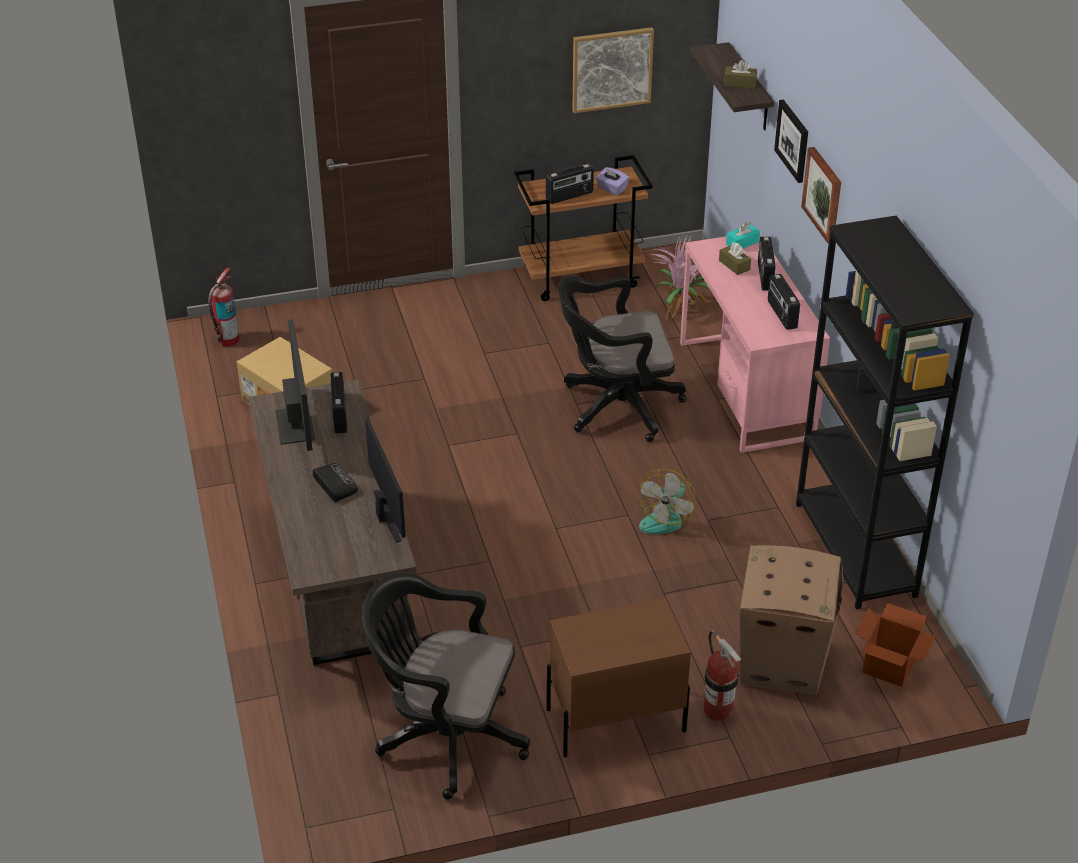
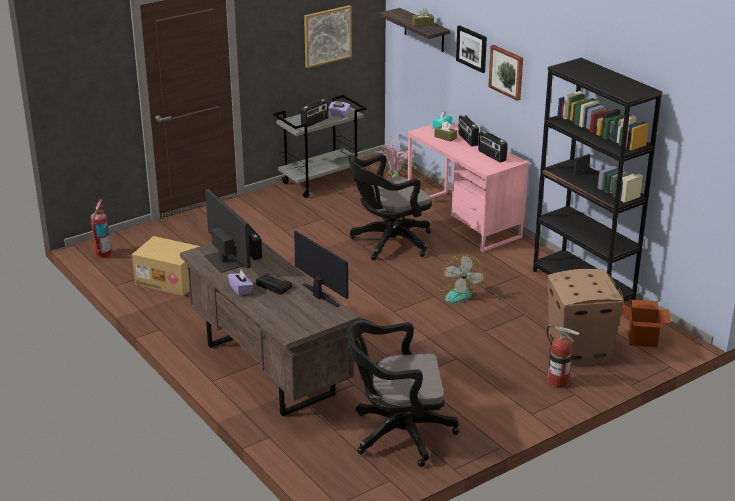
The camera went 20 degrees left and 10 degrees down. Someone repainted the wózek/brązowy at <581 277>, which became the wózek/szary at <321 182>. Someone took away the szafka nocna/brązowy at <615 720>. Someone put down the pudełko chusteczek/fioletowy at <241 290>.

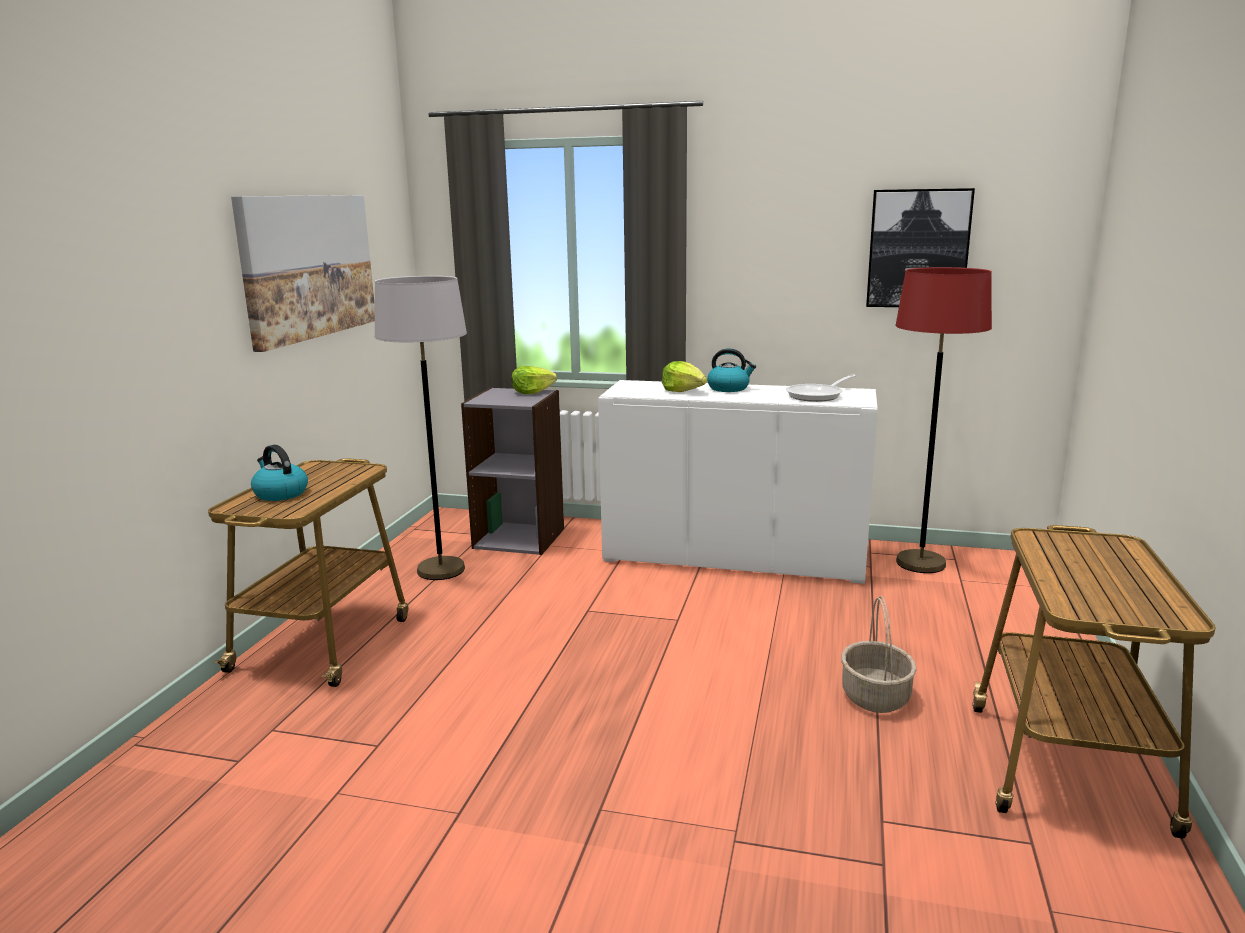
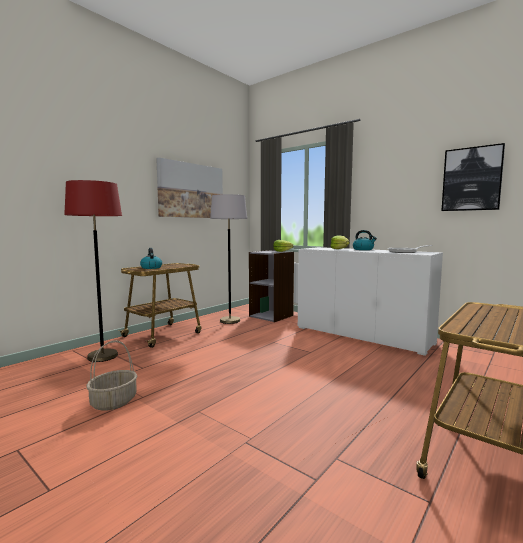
The camera went 25 degrees right and 10 degrees down. Someone carried the koszyk from <876 697> to <113 402>. Someone carried the lampa stojąca/czerwony from <920 563> to <102 356>.

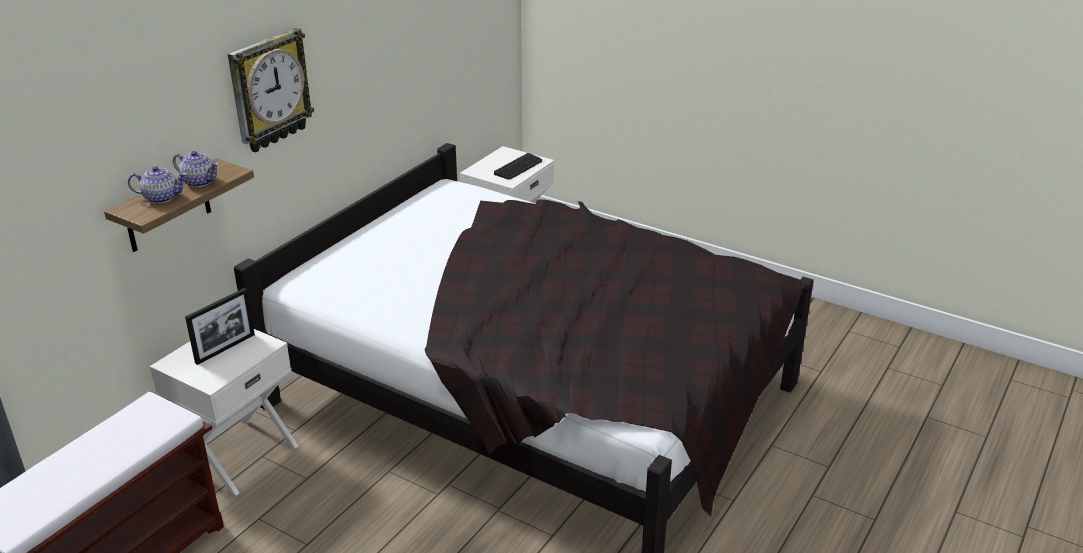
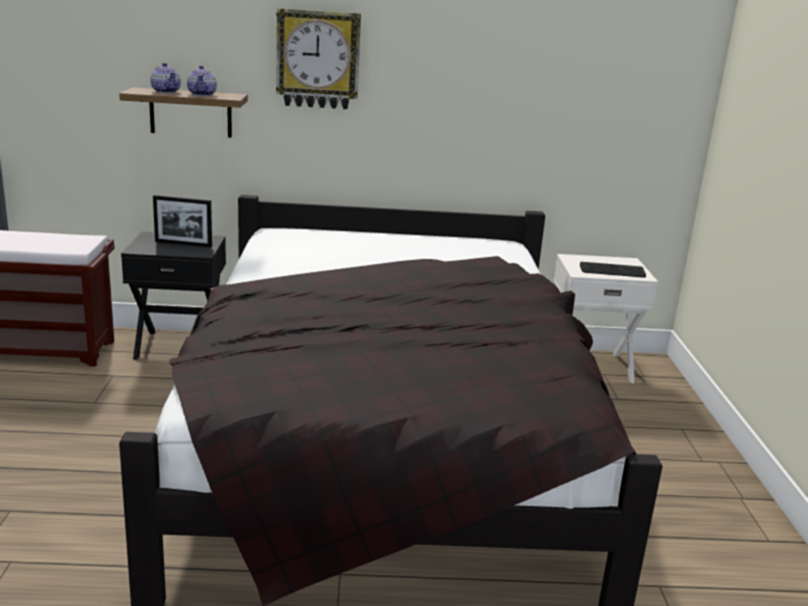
The camera went 55 degrees right and 10 degrees down. Someone repainted the szafka nocna/biały at <238 455>, which became the szafka nocna/czarny at <180 346>.

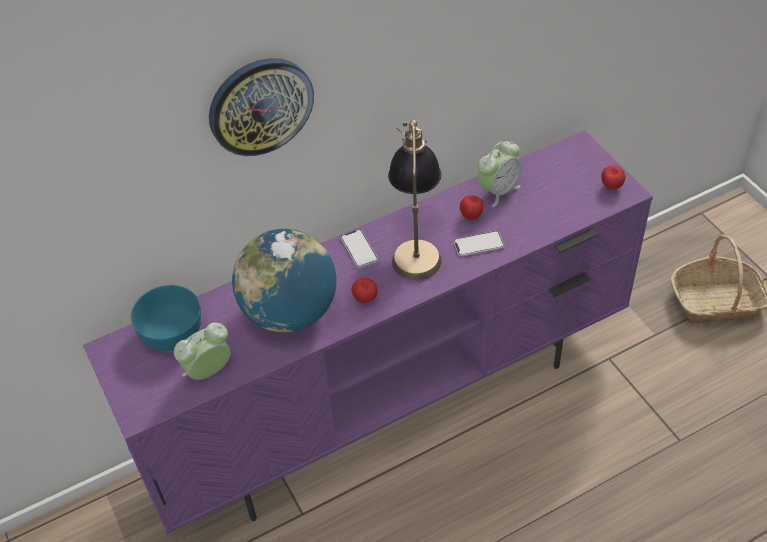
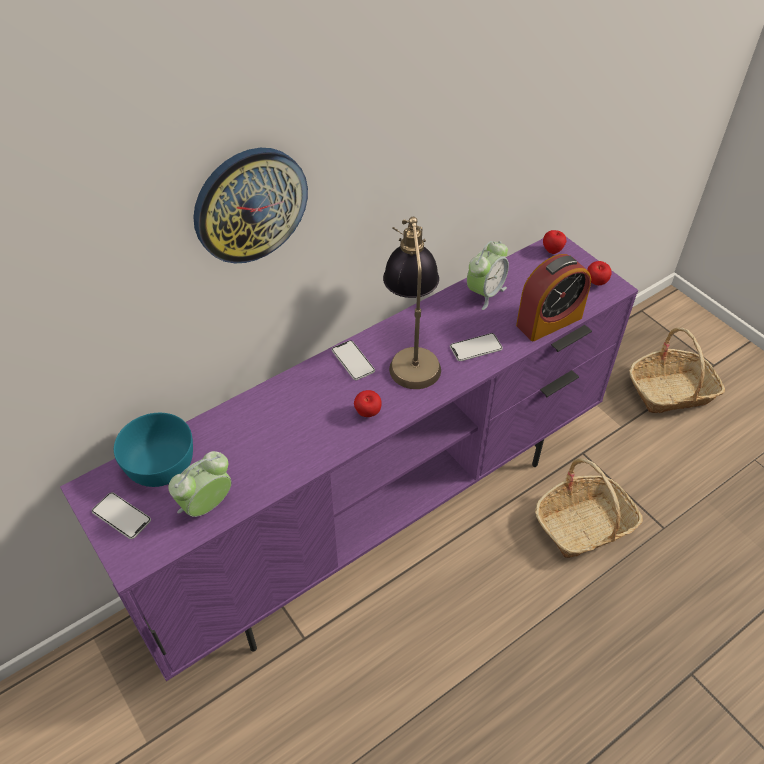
The camera went 10 degrees left and 0 degrees up. Someone took away the globus at <290 313>. Someone carried the jabłko from <471 216> to <552 251>. Someone put down the telefon at <121 516>. Someone put down the budzik at <549 321>. Someone put down the koszyk at <584 525>.

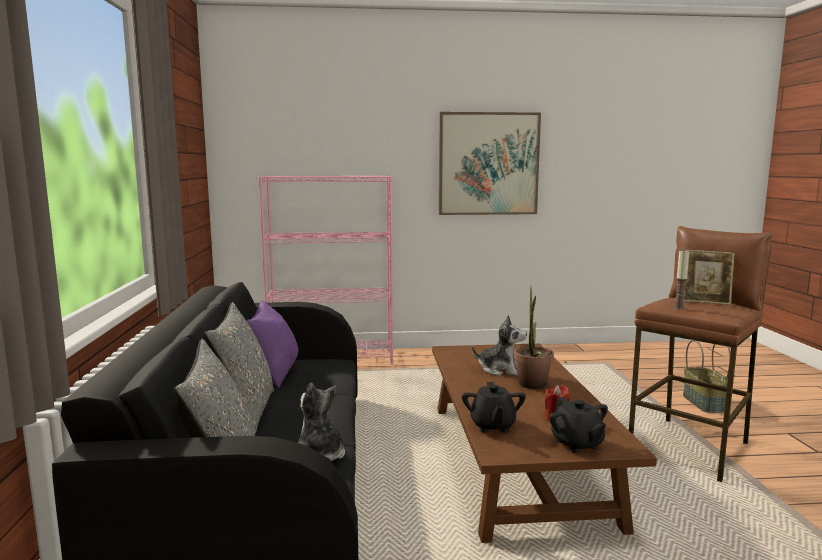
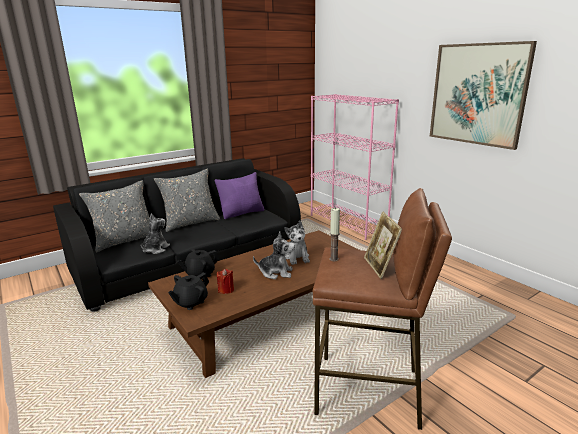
The camera went 60 degrees right and 10 degrees up. Someone swapped the roślina doniczkowa at <532 386> for the pluszak at <276 272>. Someone took away the koszyk at <705 403>.

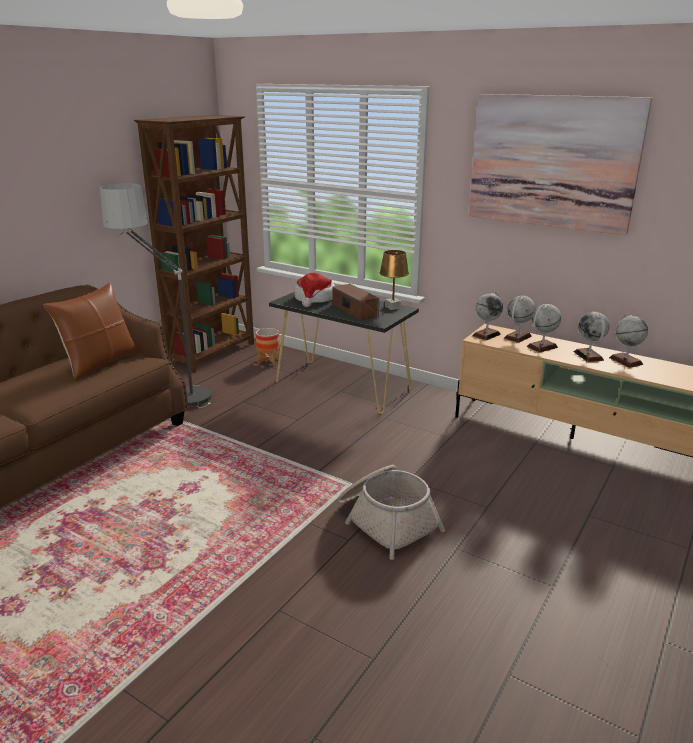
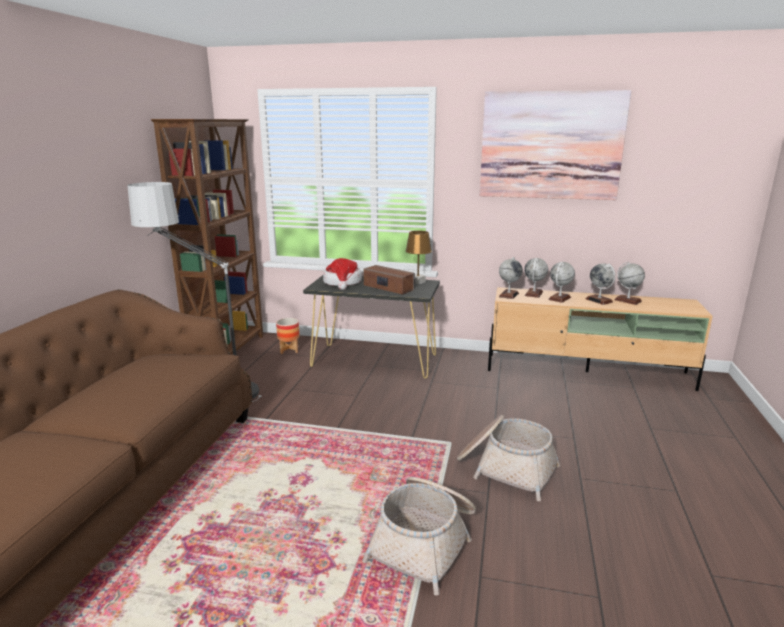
The camera went 20 degrees left and 5 degrees down. Someone took away the poduszka/brązowy at <99 363>. Someone put down the koszyk at <425 542>.

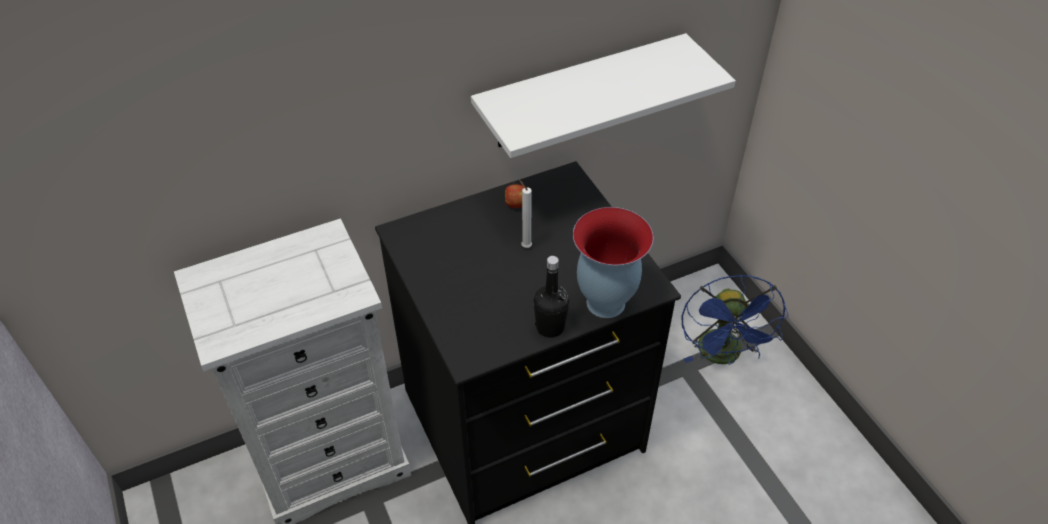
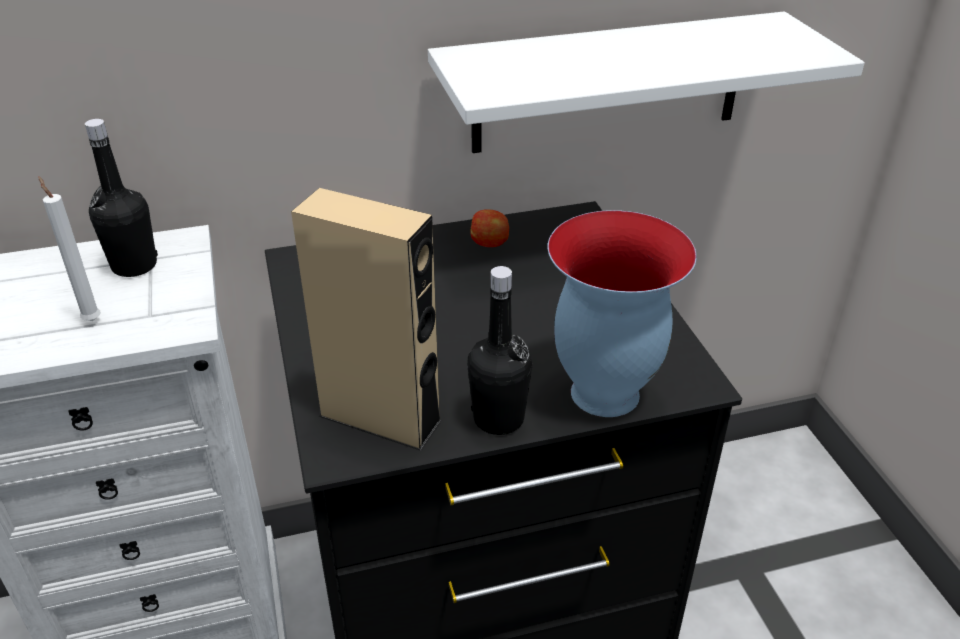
The camera went 10 degrees right and 10 degrees down. Someone carried the świeca/biały from <525 246> to <91 319>. Someone took away the wentylator/niebieski at <723 356>. Someone put down the butelka/czarny at <134 265>. Someone put down the głośnik/beżowy at <380 418>.

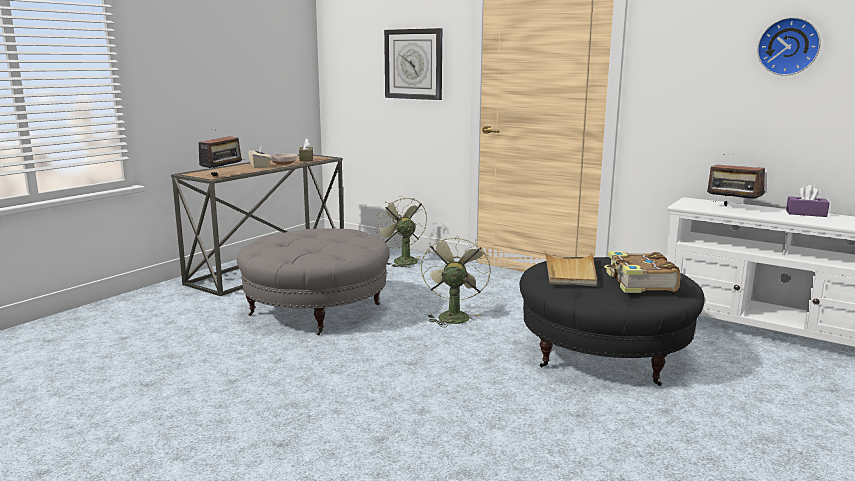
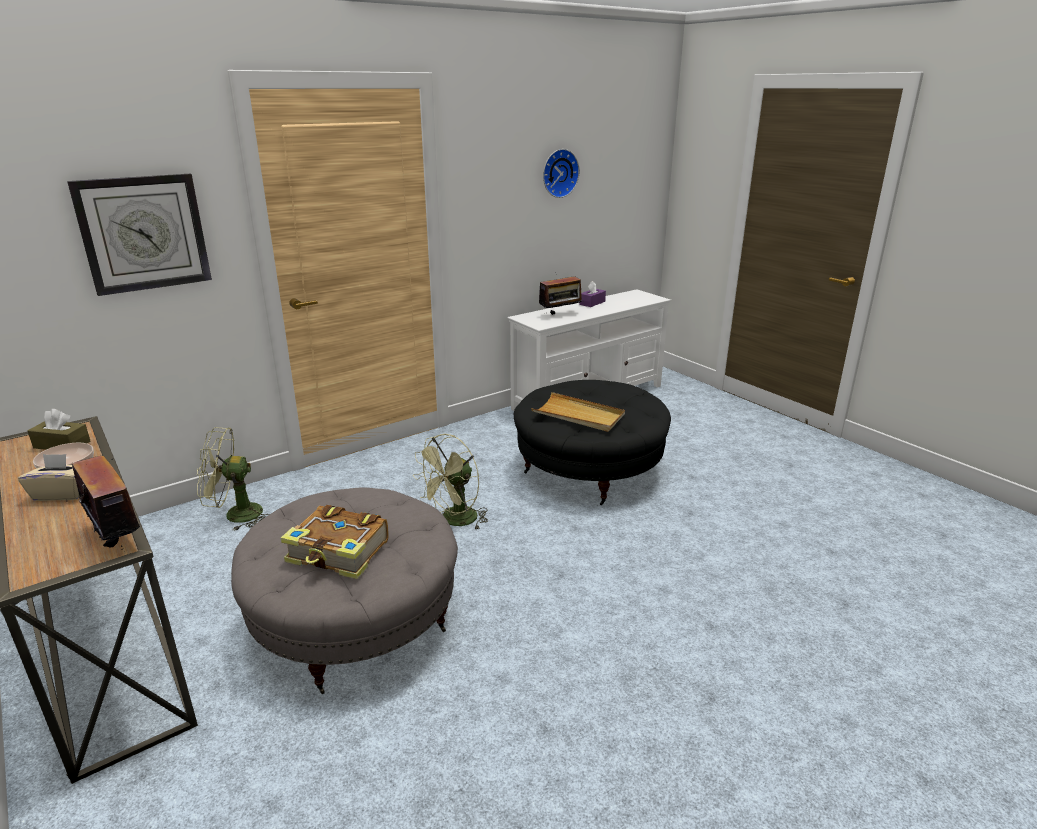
The camera went 70 degrees left and 10 degrees up. Someone rotated the wentylator/zielony at <453 315> by 75 degrees counterclockwise. Someone carried the książka from <639 283> to <339 553>.

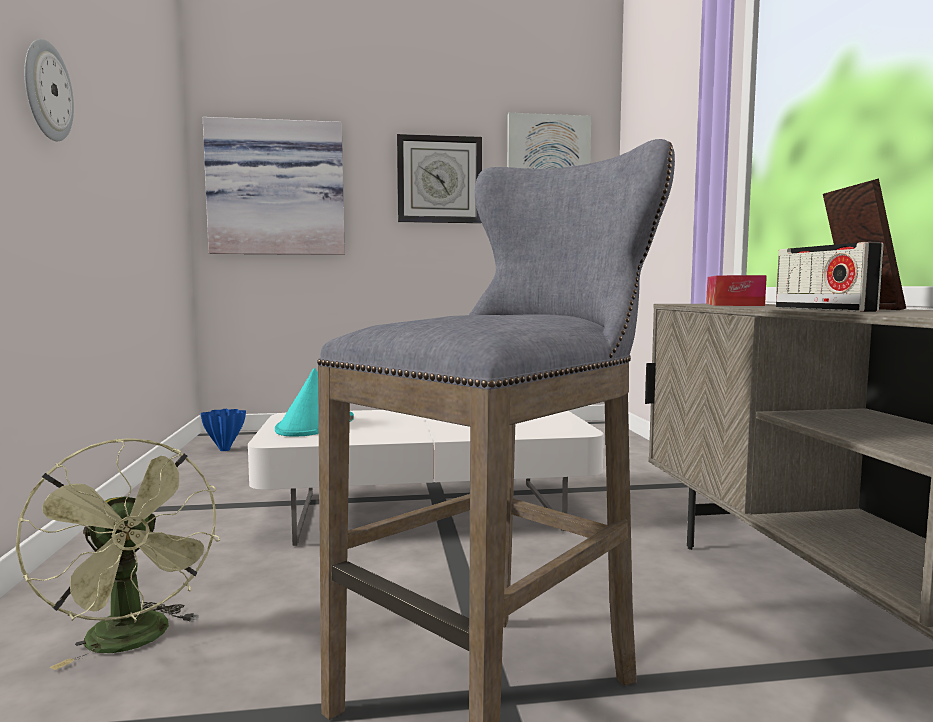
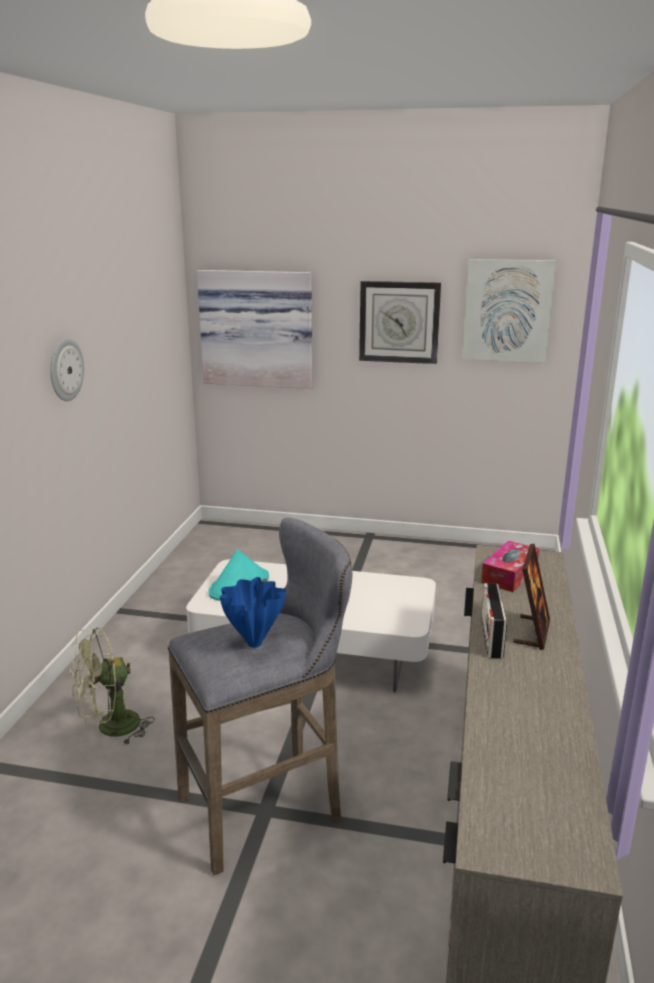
The camera went 20 degrees right and 15 degrees up. Someone rotated the wentylator/zielony at <134 641> by 75 degrees clockwise. Someone carried the wazon/niebieski from <225 449> to <254 643>.

